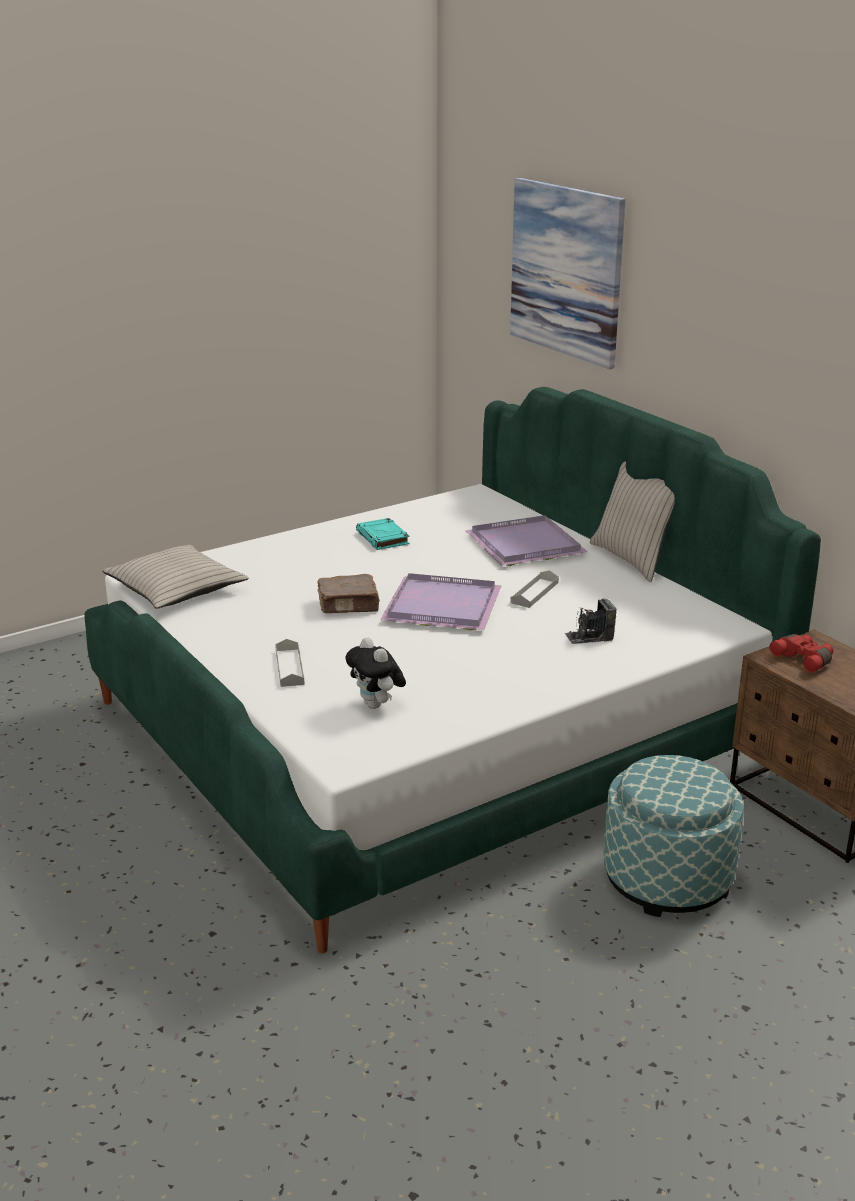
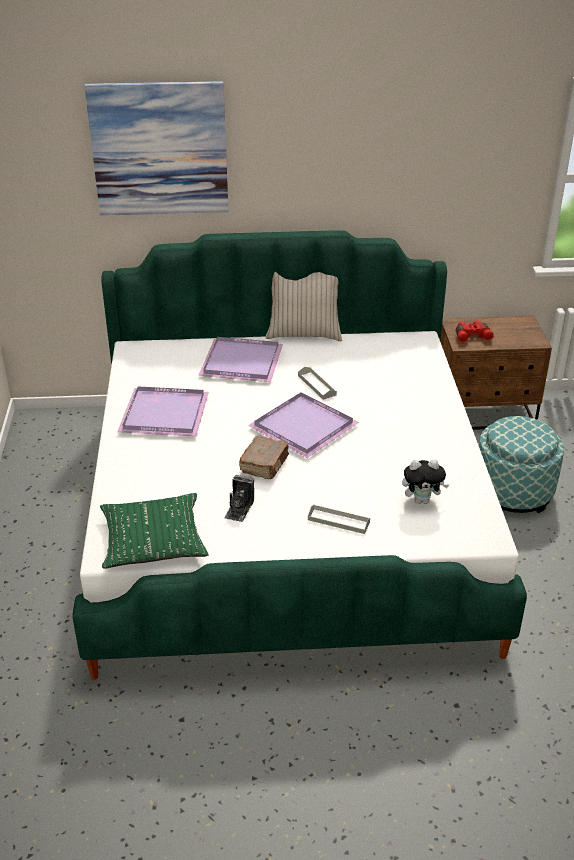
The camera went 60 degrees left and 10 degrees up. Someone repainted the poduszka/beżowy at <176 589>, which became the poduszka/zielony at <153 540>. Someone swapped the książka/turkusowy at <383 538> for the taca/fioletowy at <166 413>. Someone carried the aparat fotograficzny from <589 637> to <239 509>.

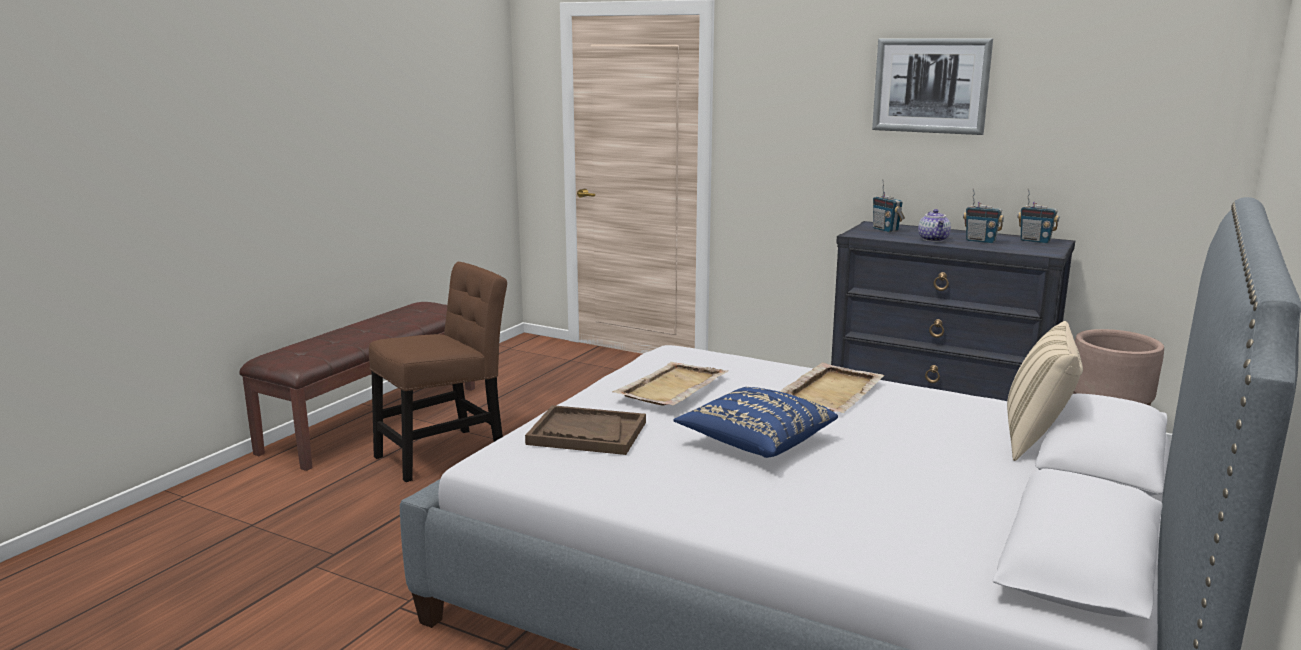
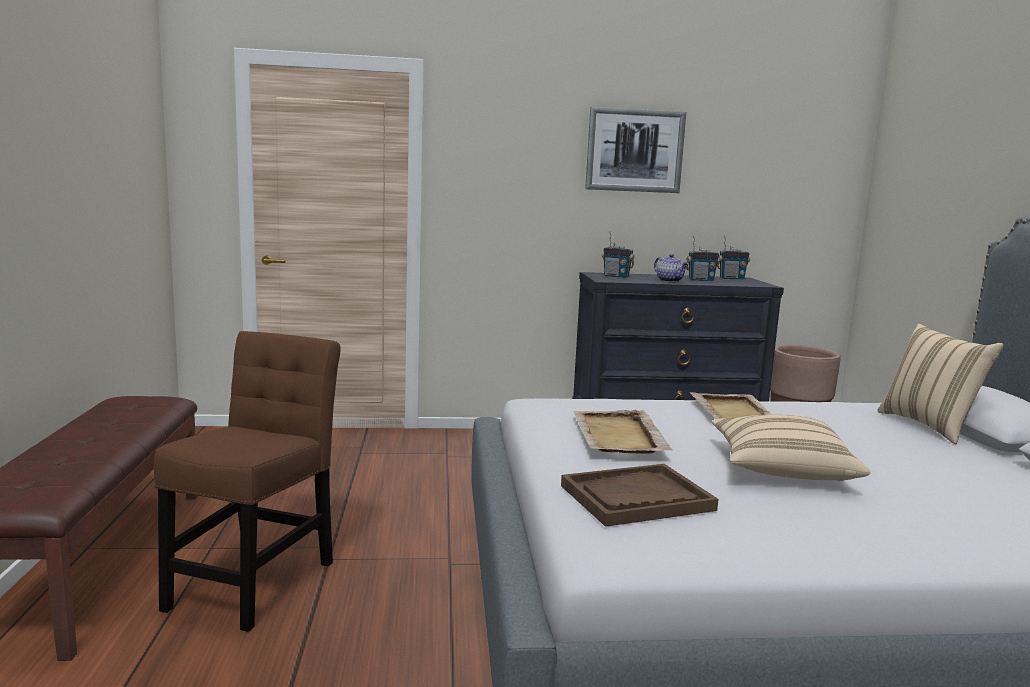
The camera went 35 degrees left and 5 degrees down. Someone repainted the poduszka/niebieski at <755 441>, which became the poduszka/beżowy at <780 470>.

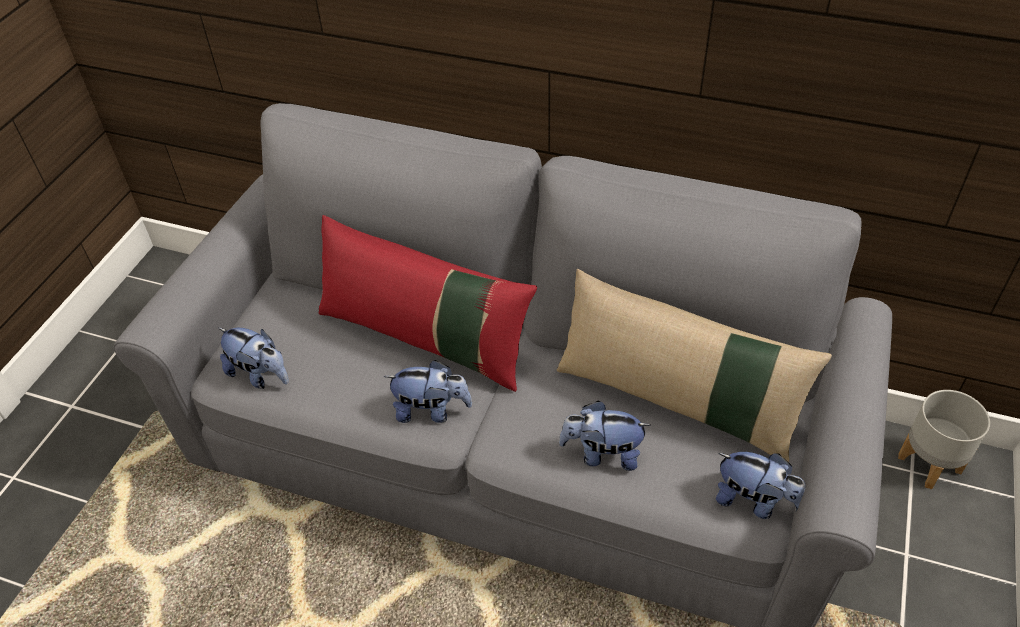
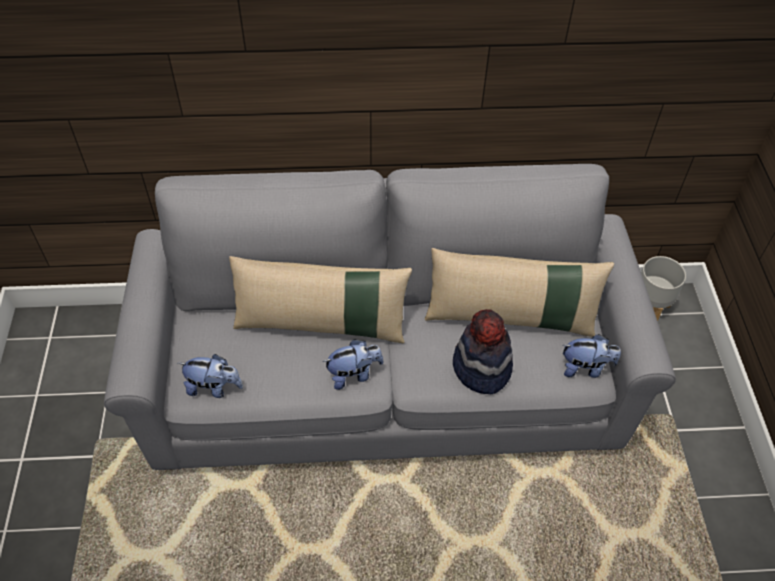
The camera went 25 degrees left and 5 degrees up. Someone repainted the poduszka/czerwony at <425 339>, which became the poduszka/beżowy at <322 324>. Someone swapped the pluszak at <602 454> for the kapelusz at <481 368>.

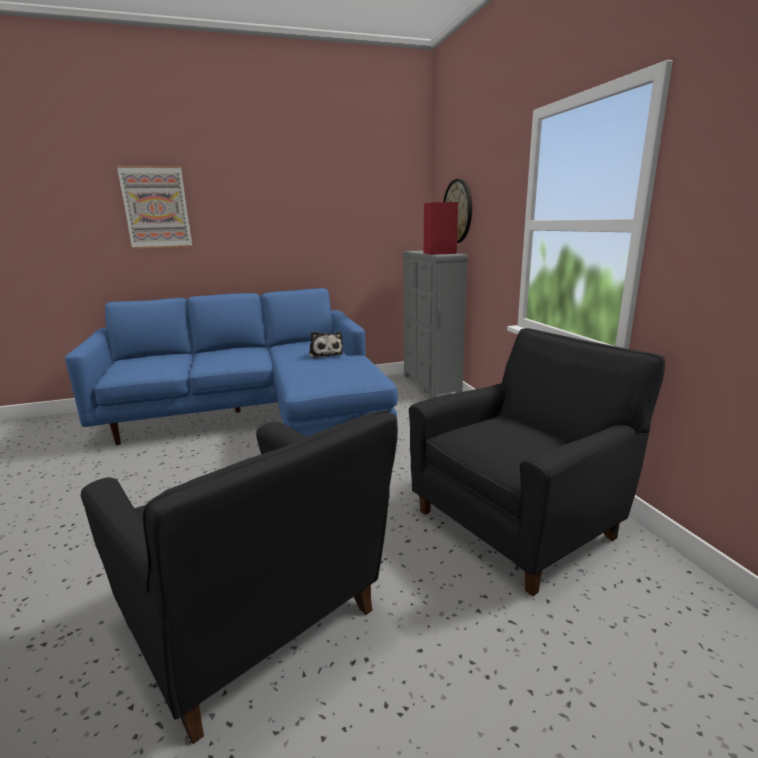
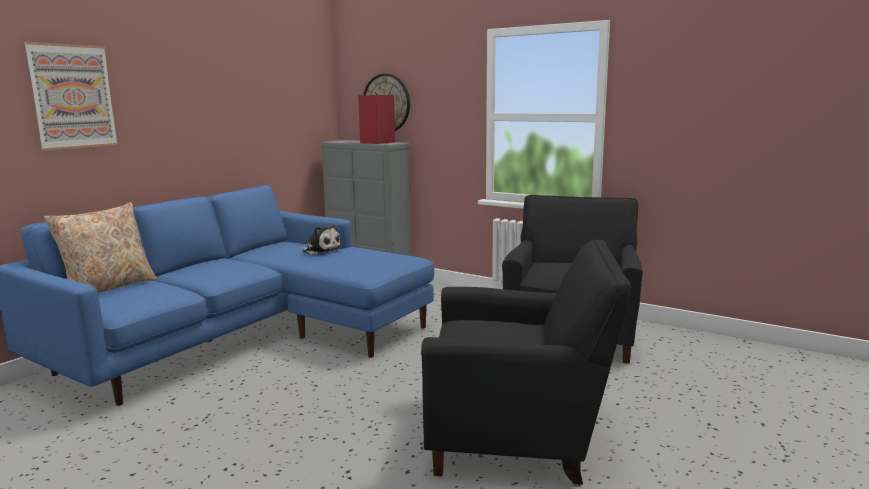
The camera went 40 degrees left and 5 degrees down. Someone put down the poduszka/beżowy at <109 288>.

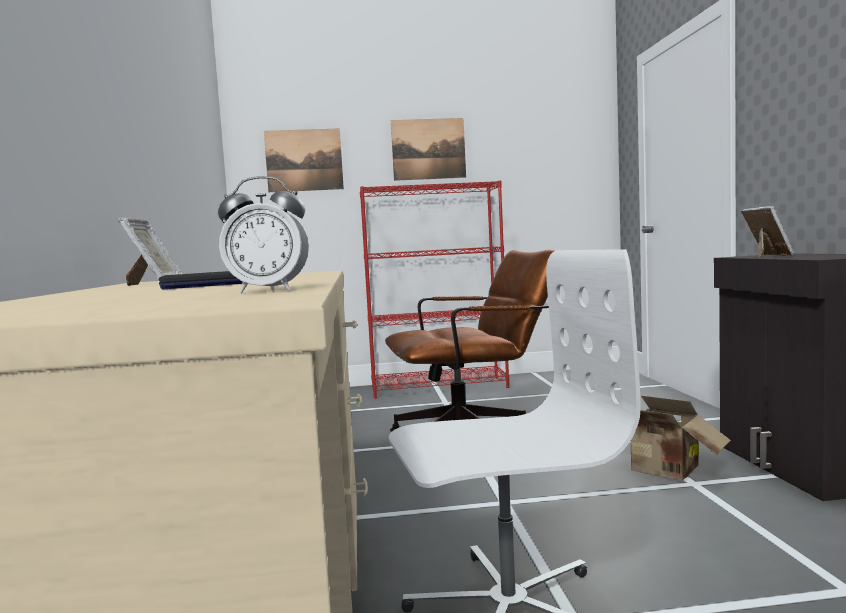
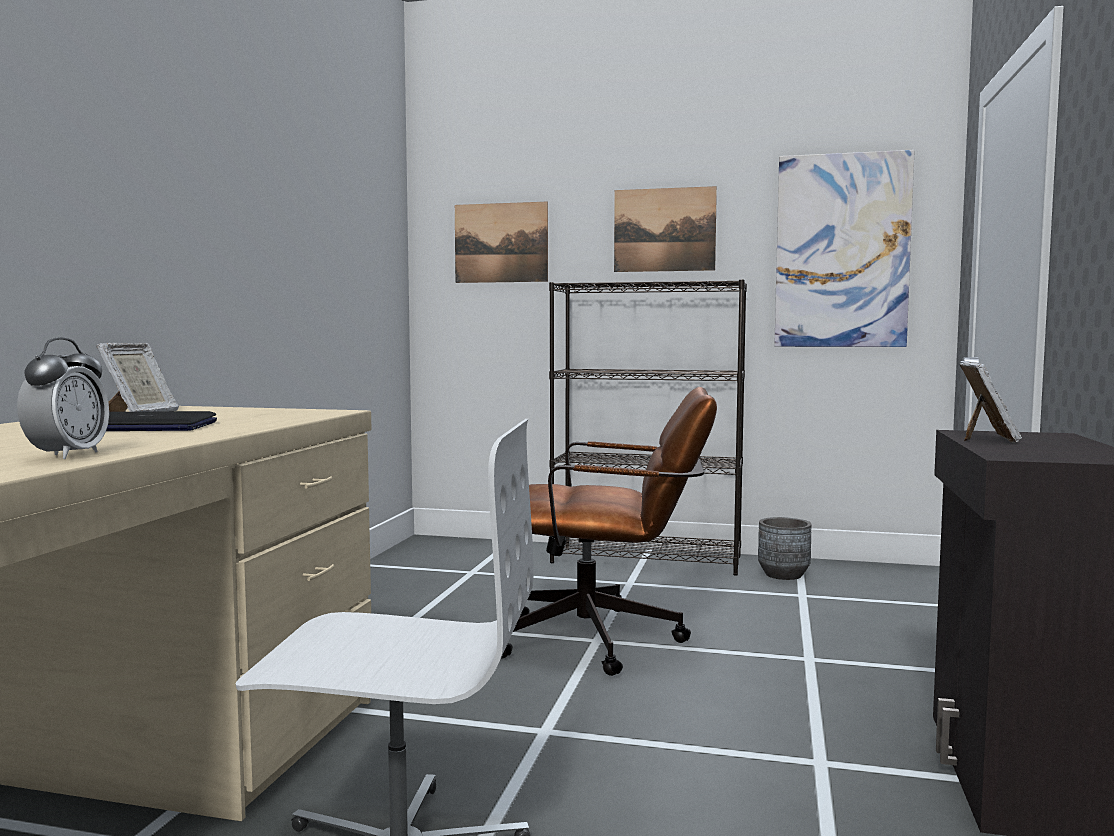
The camera went 20 degrees right and 0 degrees up. Someone rotated the budzik at <268 291> by 105 degrees counterclockwise. Someone repainted the regał/czerwony at <439 387>, which became the regał/czarny at <647 559>. Someone took away the karton at <665 472>. Someone put down the donica/szary at <783 575>. Someone put up the obraz at <842 251>.

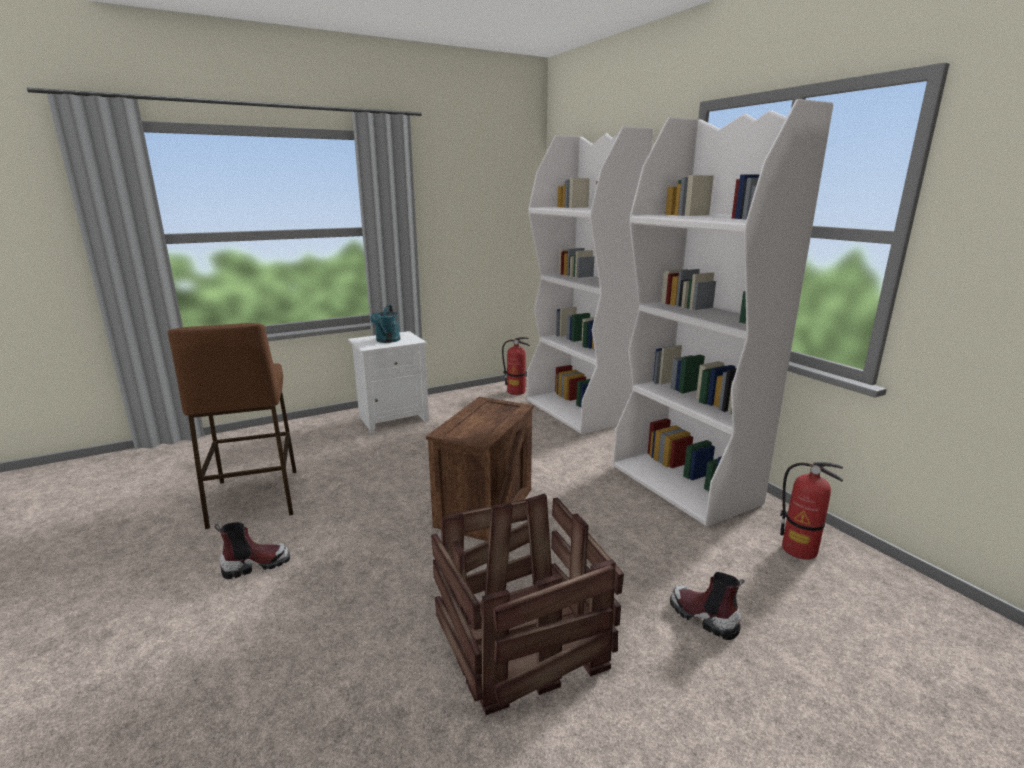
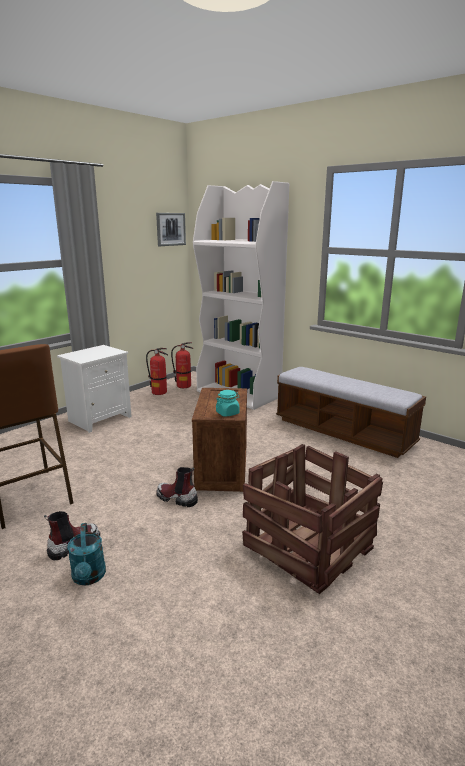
The camera went 20 degrees left and 0 degrees up. Someone carried the konewka/turkusowy from <387 341> to <89 577>. Someone swapped the regał/biały at <685 484> for the ławka at <343 432>. Someone carried the but z cholewką from <703 617> to <176 498>. Someone carried the gaśnica from <799 550> to <159 392>. Someone put up the obraz at <170 229>. Someone put down the słoik/turkusowy at <227 413>.

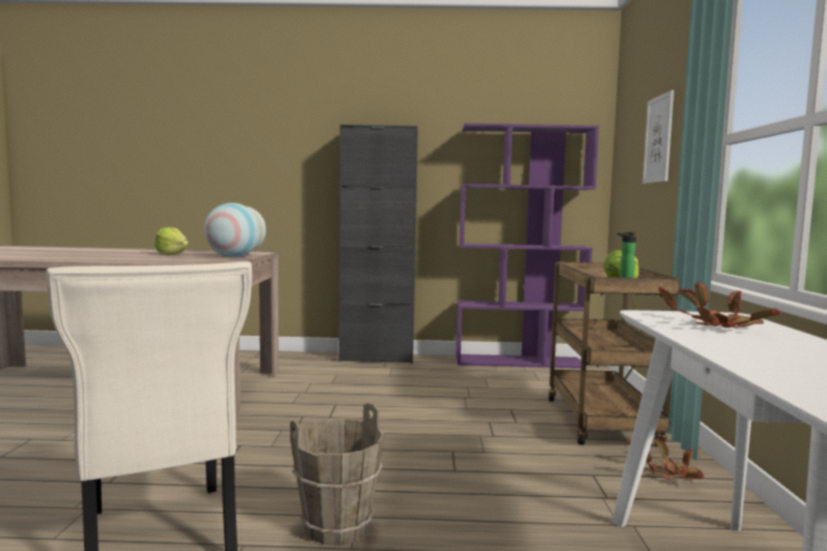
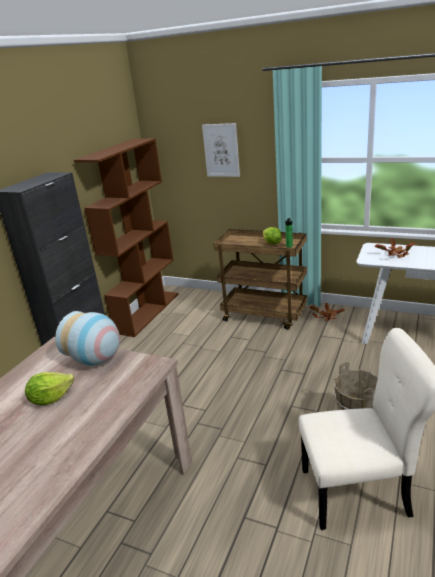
The camera went 65 degrees left and 20 degrees up. Someone repainted the regał/fioletowy at <519 362>, which became the regał/brązowy at <147 312>.

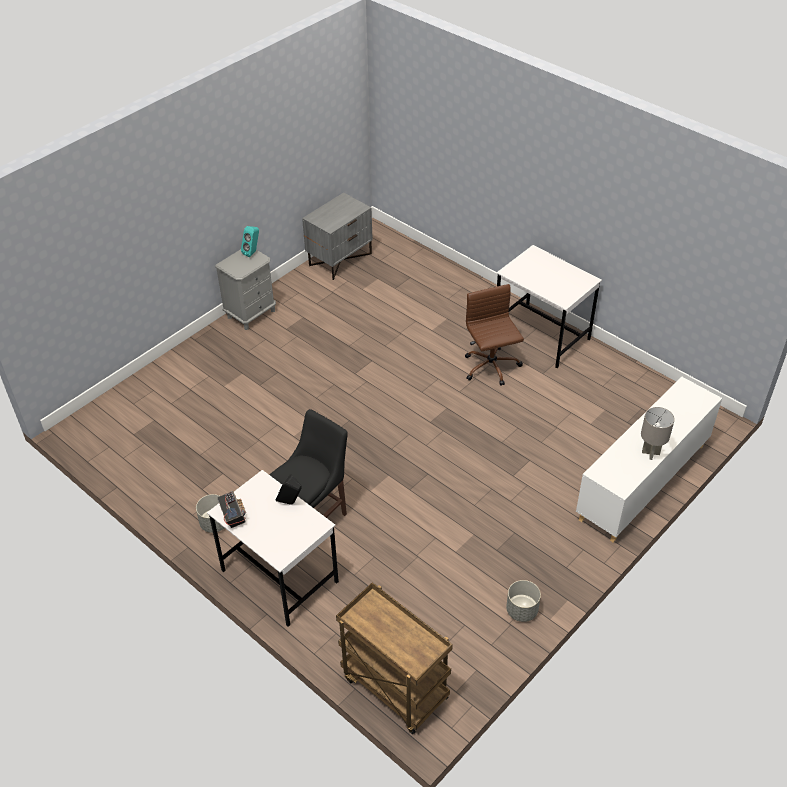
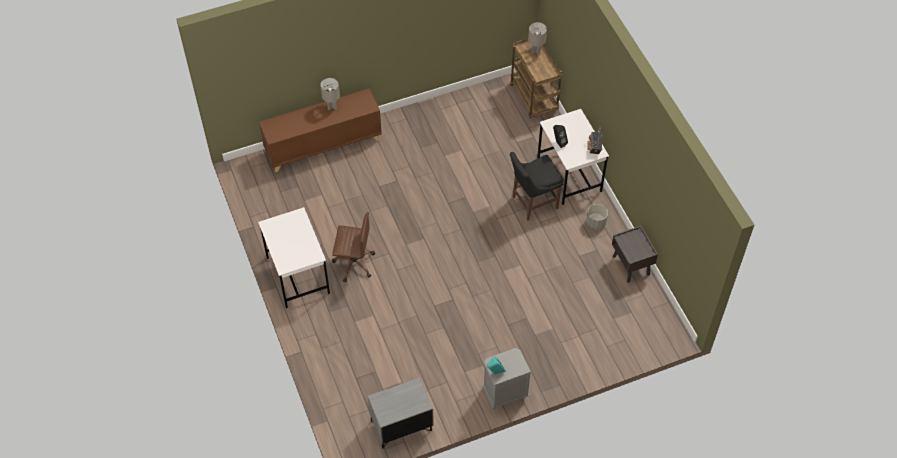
The camera went 155 degrees left and 10 degrees up. Someone rotated the krzesło biurowe/brązowy at <491 368> by 90 degrees counterclockwise. Someone took away the donica/szary at <521 611>. Someone repainted the szafka/biały at <642 482>, which became the szafka/brązowy at <323 146>. Someone put down the lampa stołowa/szary at <536 51>. Someone put down the szafka nocna/brązowy at <631 265>.

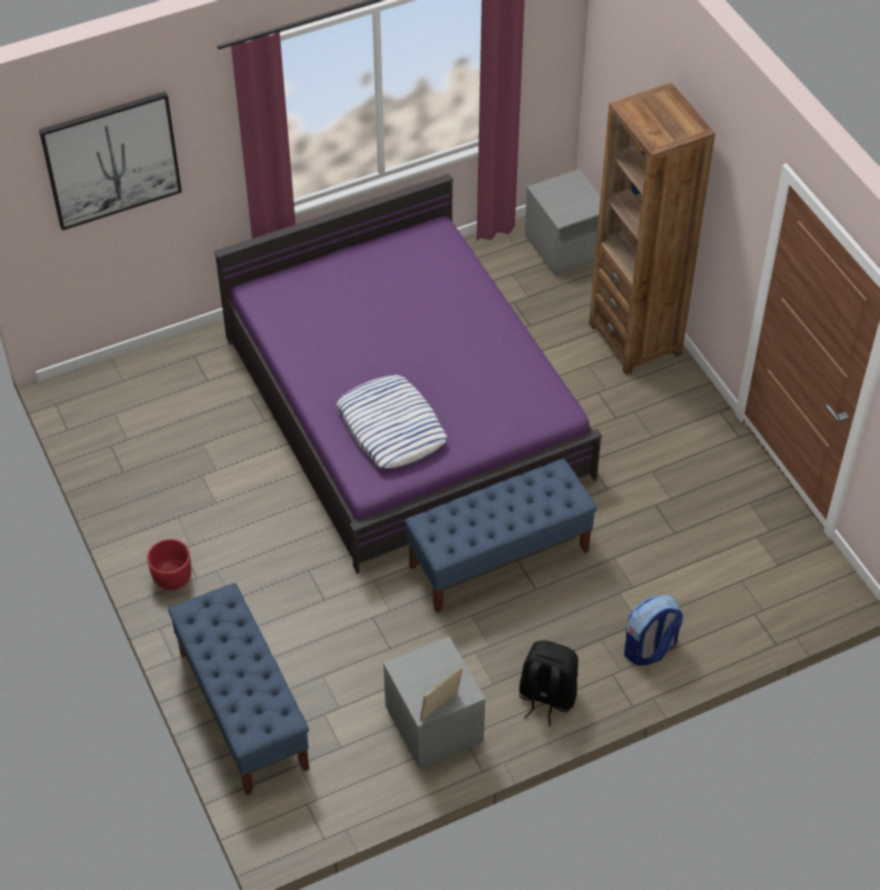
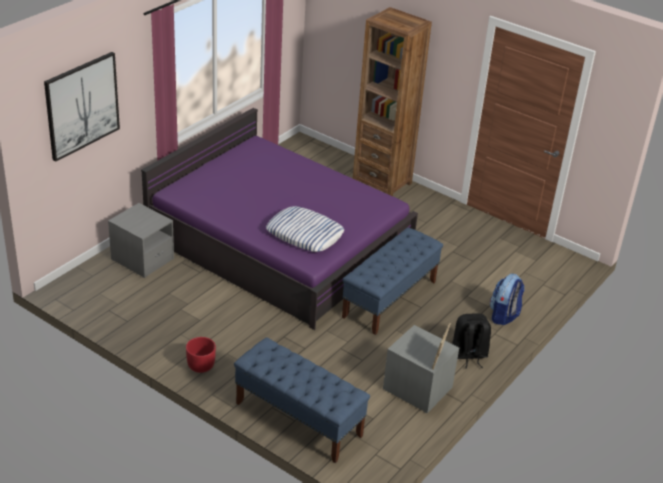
The camera went 30 degrees left and 15 degrees down. Someone carried the szafka nocna/szary from <565 247> to <142 259>.

